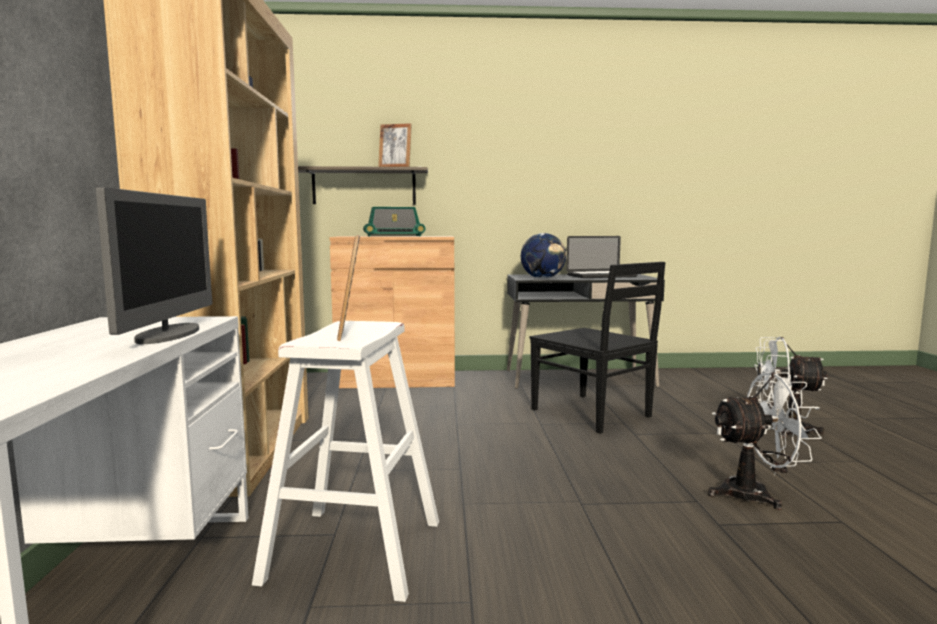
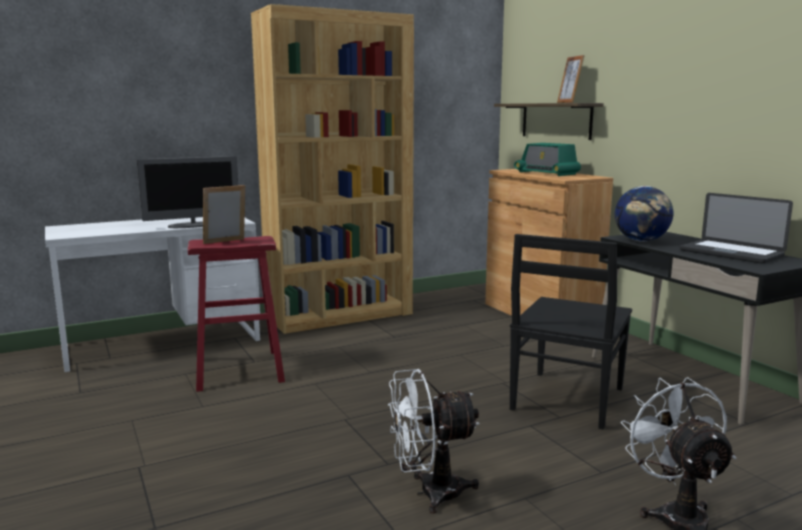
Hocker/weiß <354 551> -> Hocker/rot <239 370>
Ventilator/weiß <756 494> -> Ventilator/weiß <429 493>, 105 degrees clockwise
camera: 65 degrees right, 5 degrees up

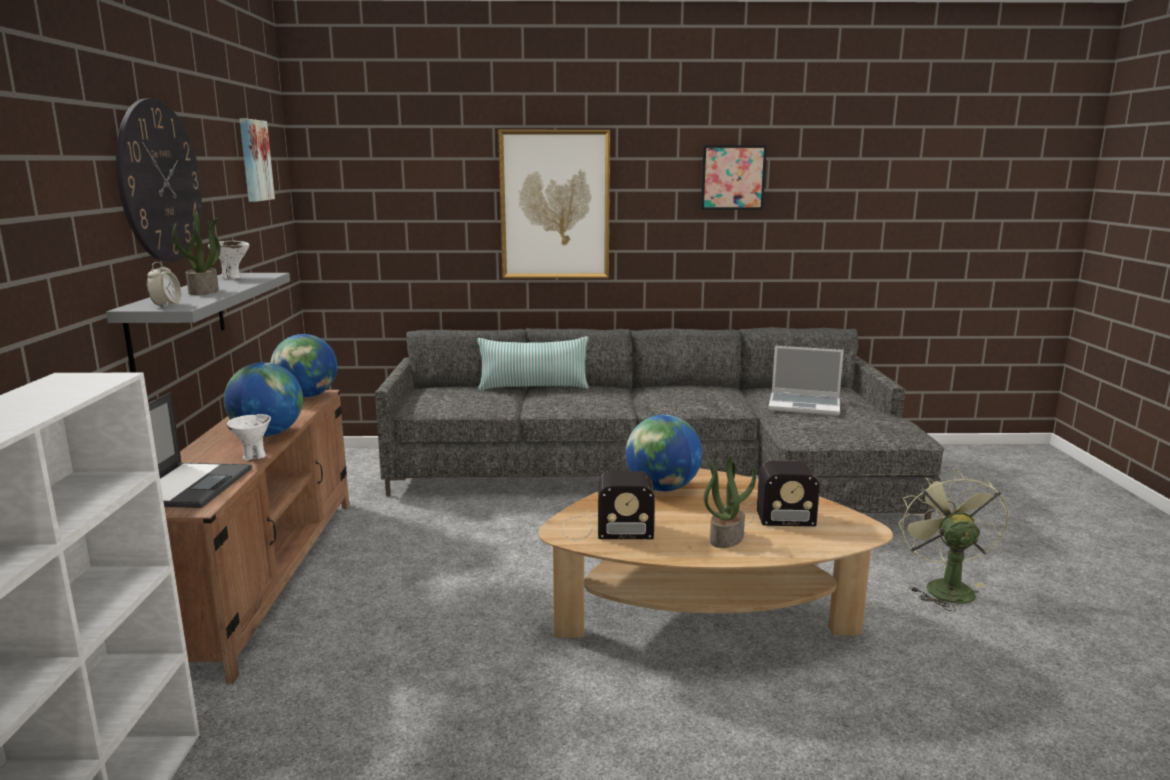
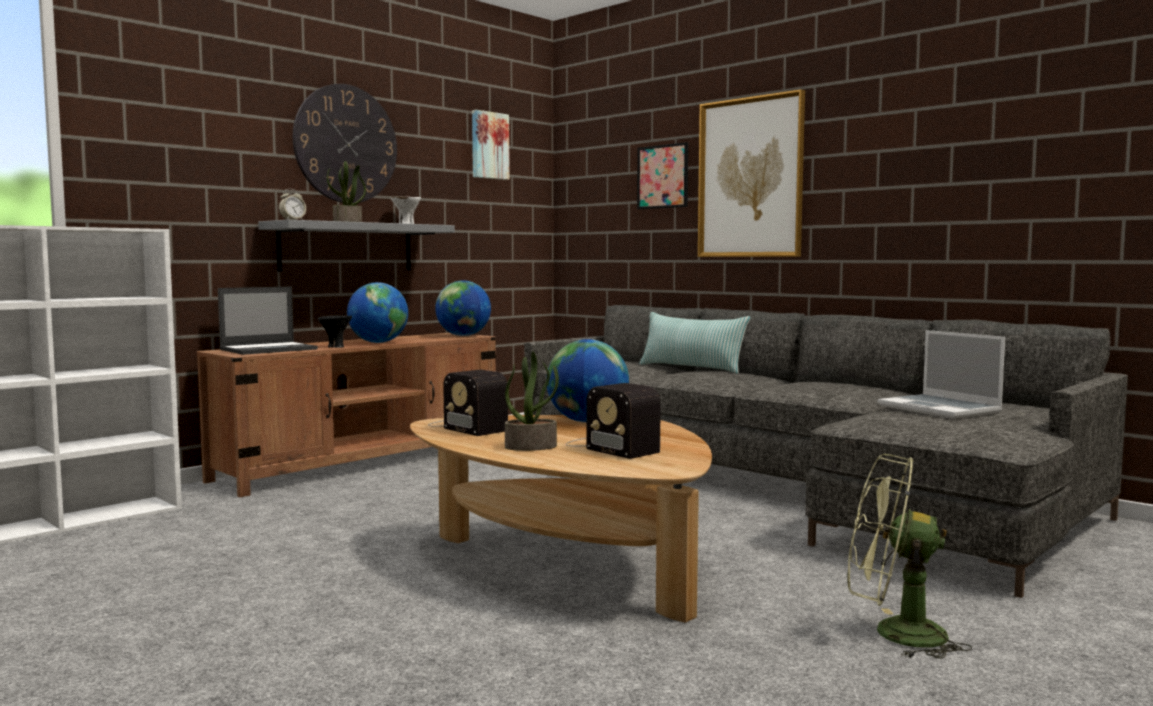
Bild <733 177> -> Bild <663 176>, moved
Schüssel/weiß <253 457> -> Schüssel/schwarz <336 347>
Ventilator/grün <944 587> -> Ventilator/grün <894 634>, 120 degrees counterclockwise
camera: 45 degrees right, 10 degrees down

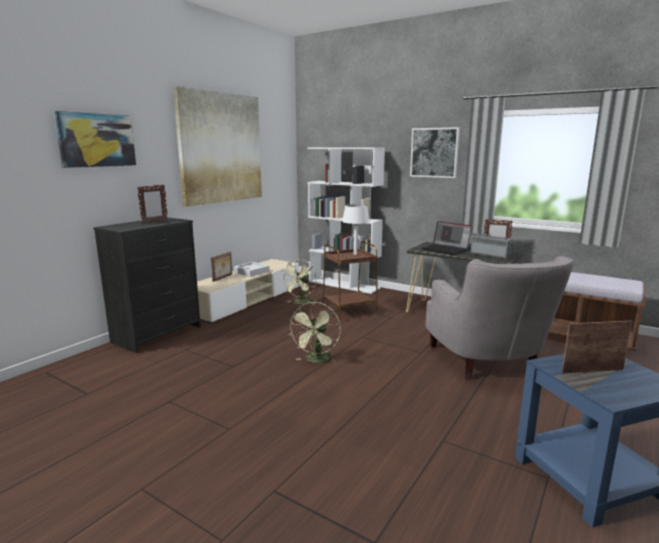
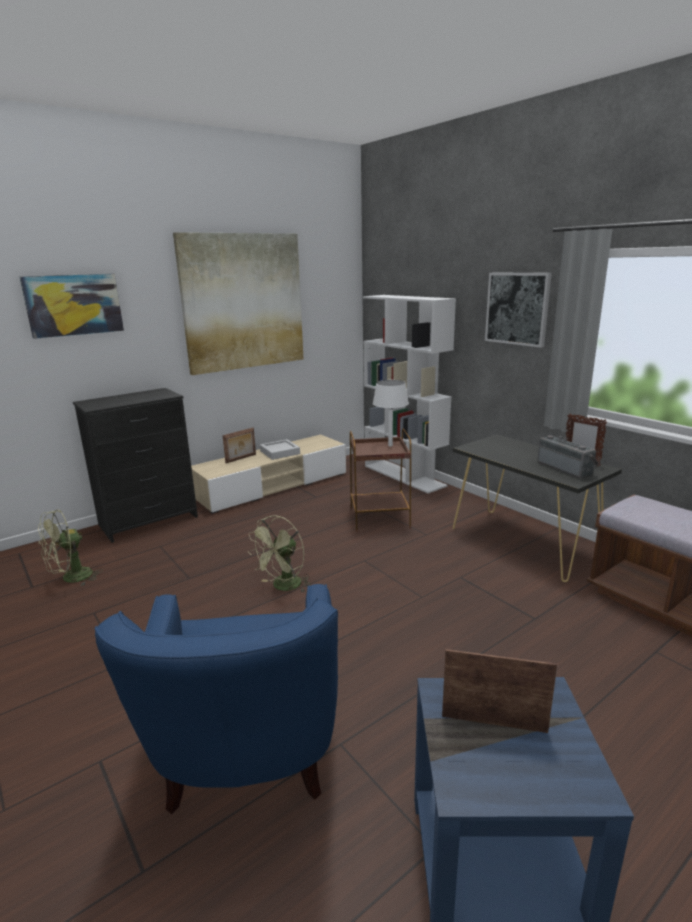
Bilderrahmen <154 222> -> none
Laptop <446 249> -> none
Sessel/grau <487 362> -> none
none -> Sessel/blau <248 754>
Ventilator/grün <301 303> -> Ventilator/grün <71 578>, moved
camera: 20 degrees right, 5 degrees up

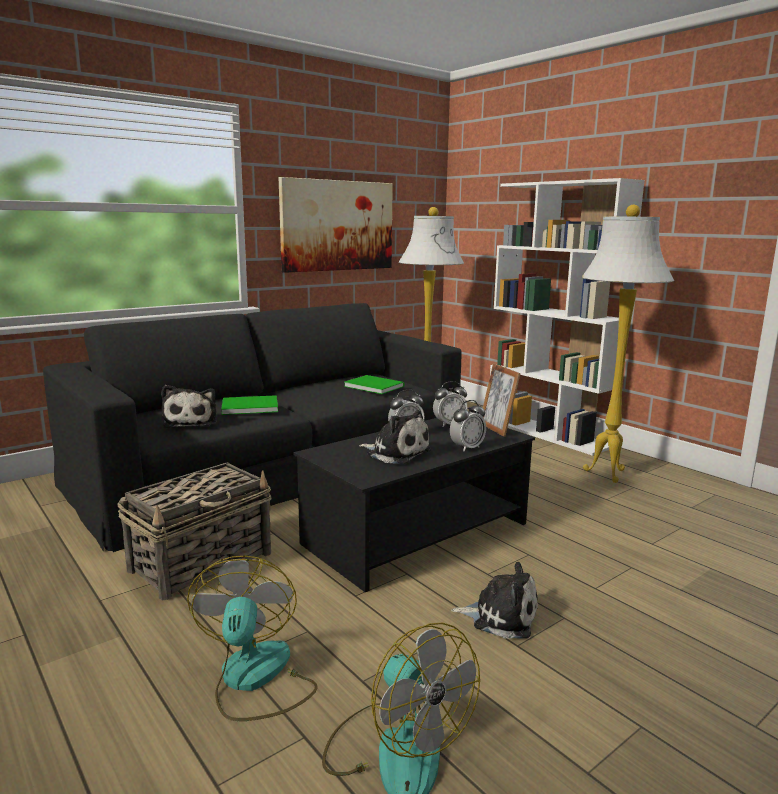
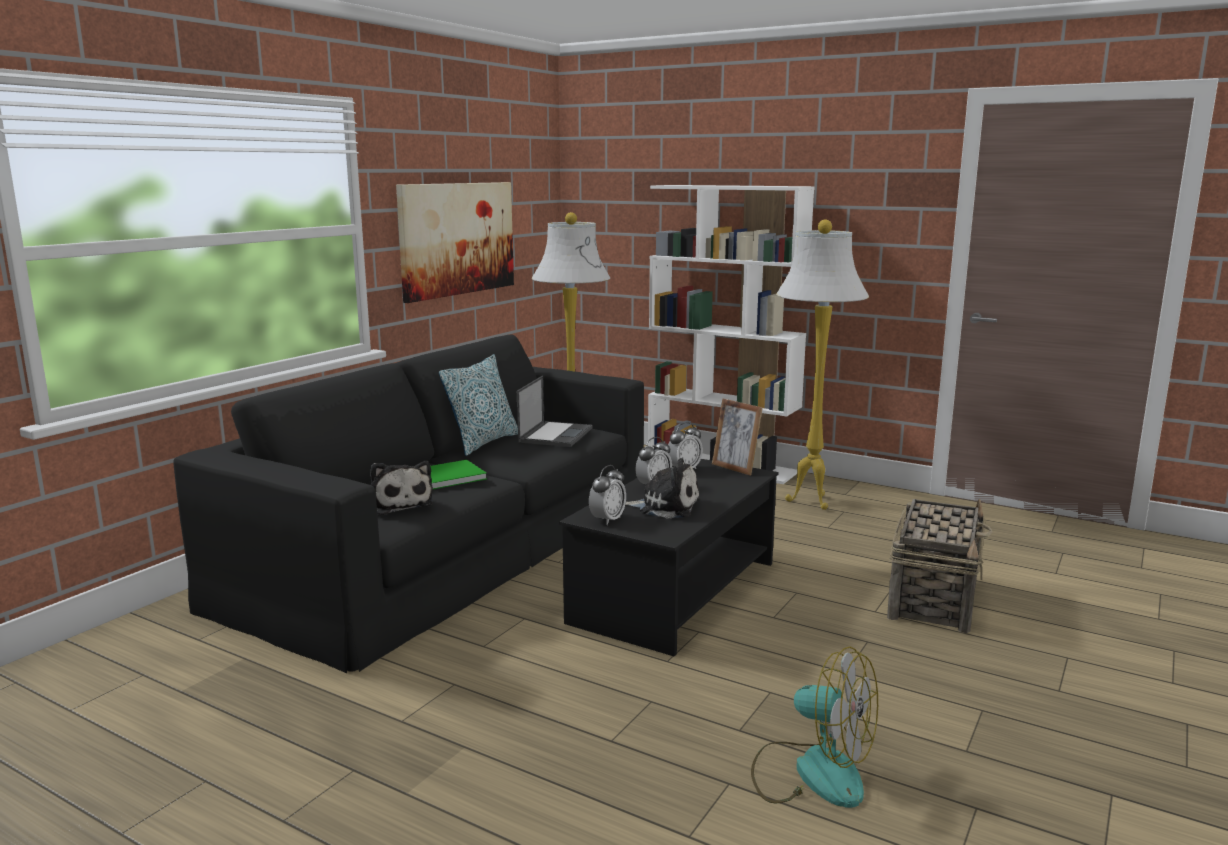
Ventilator <255 679> -> none
Plüschtier <500 616> -> none
none -> Kissen <483 442>
Korb <203 562> -> Korb <933 599>, moved
Wecker <467 448> -> Wecker <607 520>, moved
Buch/grün <373 386> -> Laptop <556 434>
camera: 20 degrees left, 0 degrees up

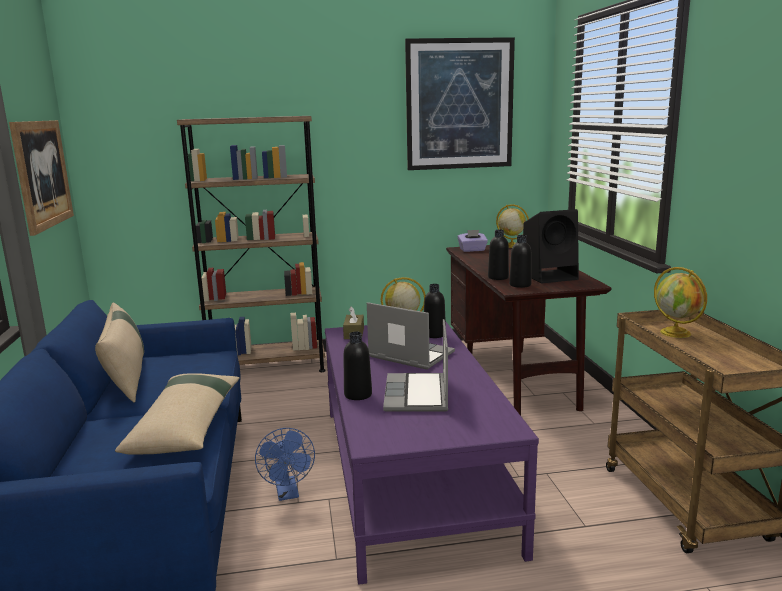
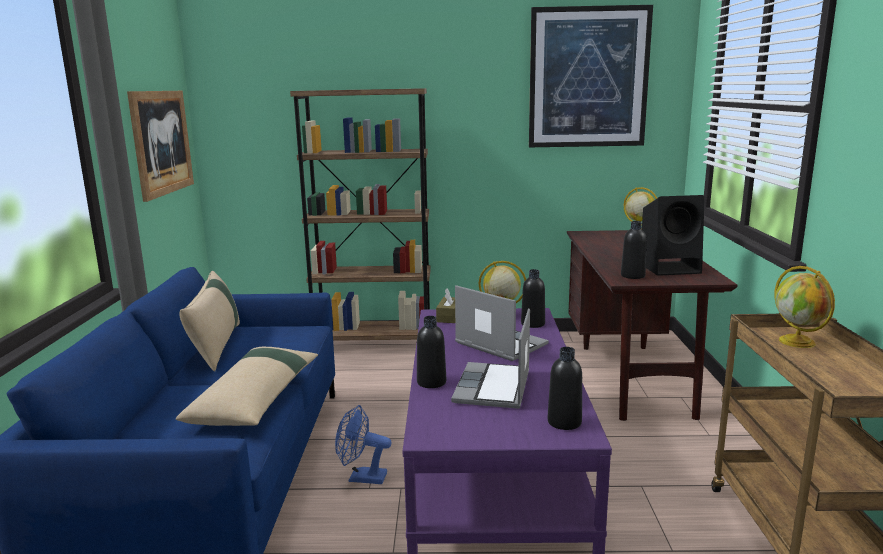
Taschentuchbox/lila <472 250> -> none
Flasche/schwarz <498 277> -> Flasche/schwarz <564 422>, moved
Ventilator/blau <288 493> -> Ventilator/blau <361 478>, 105 degrees clockwise
camera: 10 degrees right, 0 degrees up

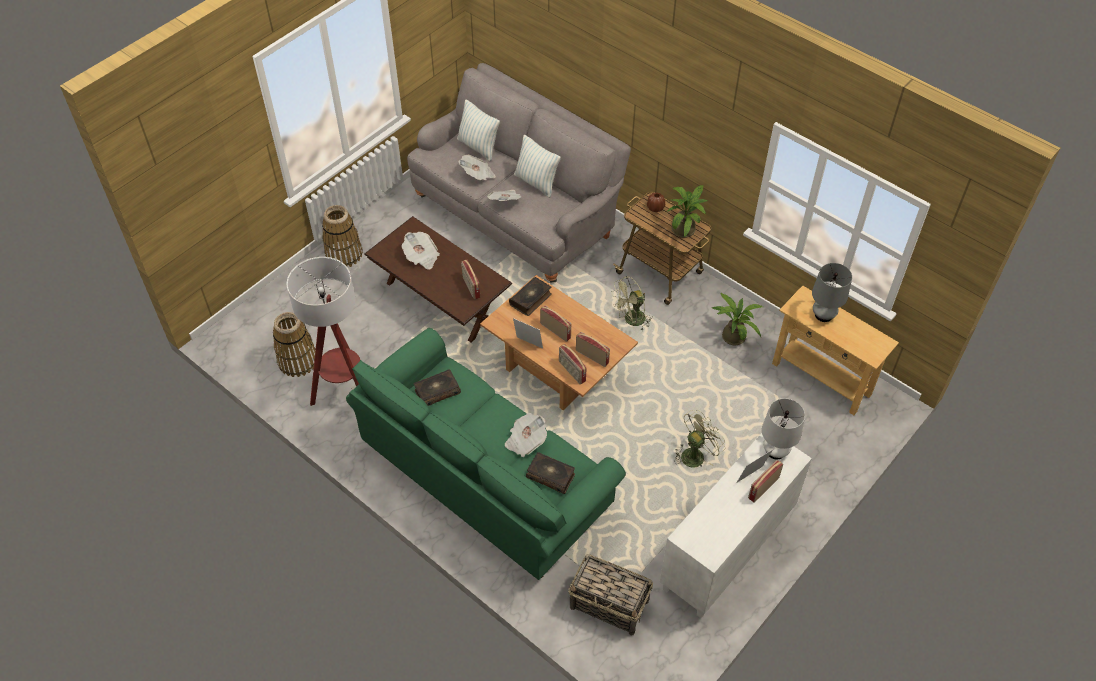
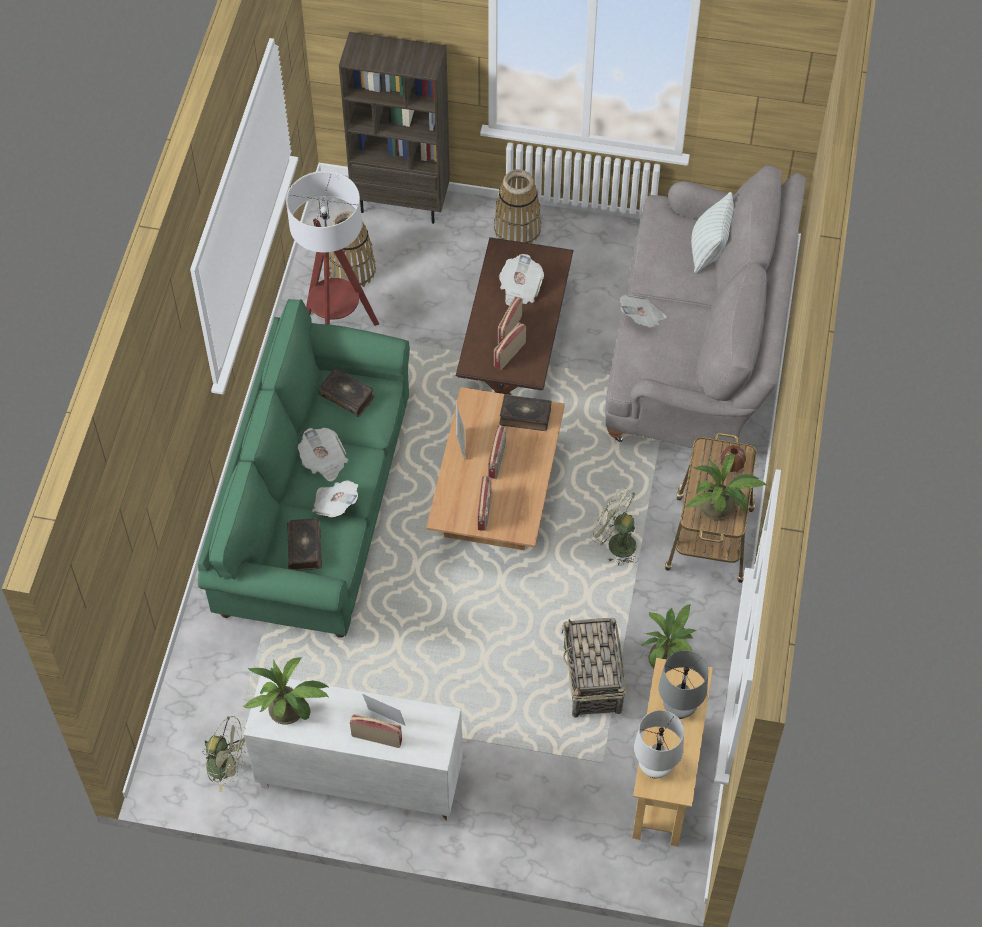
Kissen <536 182> -> none
none -> Topfpflanze <290 712>
none -> Bücherregal/braun <402 203>
Zeitung <478 175> -> Zeitung <324 461>, moved
Radio <571 372> -> Radio <509 330>, moved
Korb <610 604> -> Korb <592 680>, moved
Ventilator/grün <695 454> -> Ventilator/grün <228 767>, moved
Tischlampe/weiß <775 451> -> Tischlampe/weiß <655 767>, moved
camera: 60 degrees right, 5 degrees up

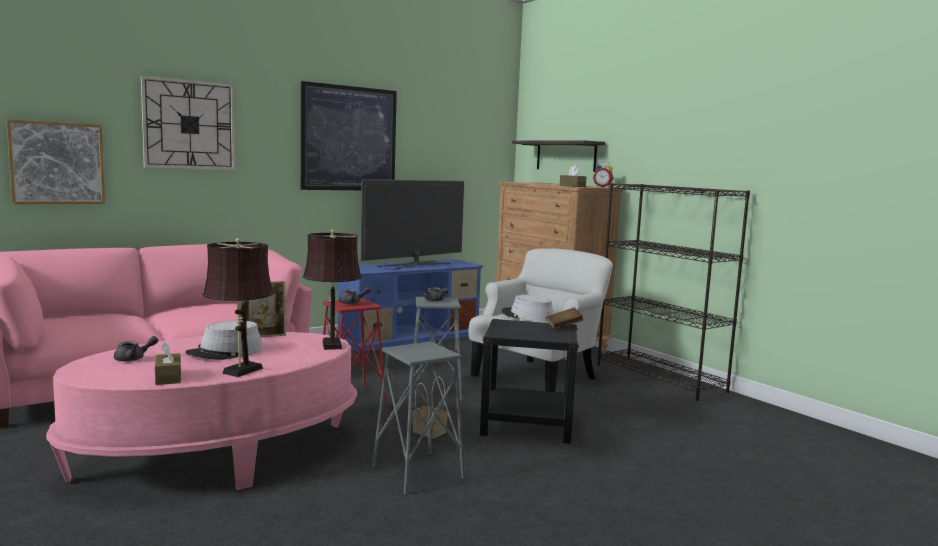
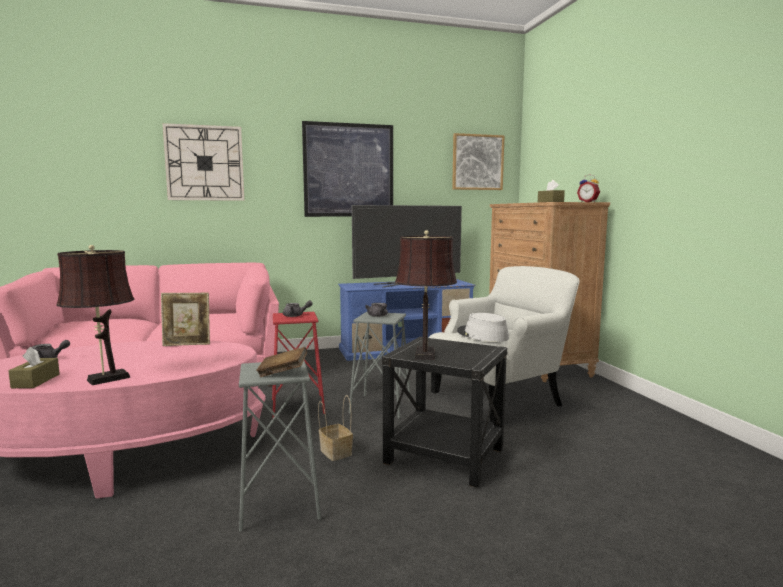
Hut/grau <225 352> -> none
Wandregal <566 156> -> none
Bücherregal/schwarz <660 378> -> none
Bild <57 163> -> Bild <477 162>, moved
Tischlampe/braun <332 344> -> Tischlampe/braun <425 354>, moved
Buch/braun <564 326> -> Buch/braun <283 373>, moved
camera: 20 degrees right, 0 degrees up

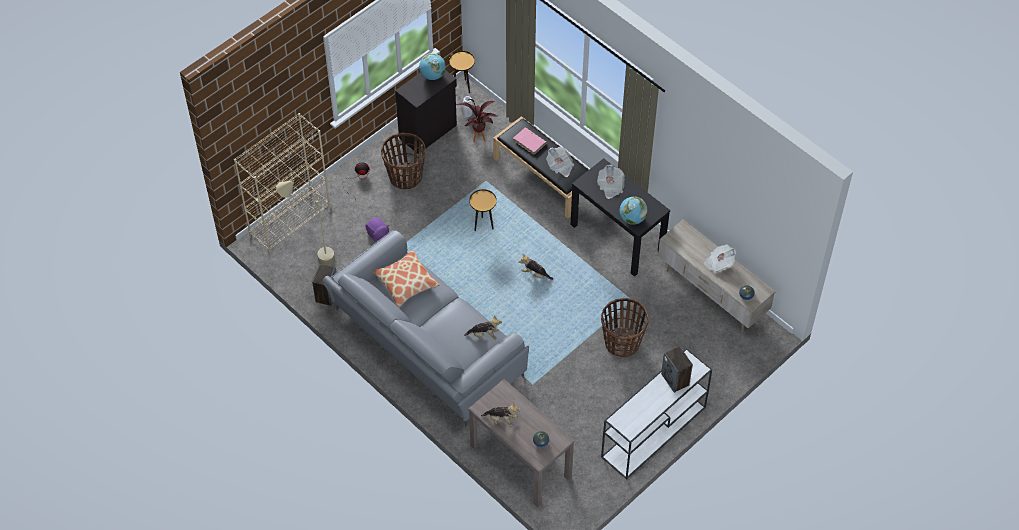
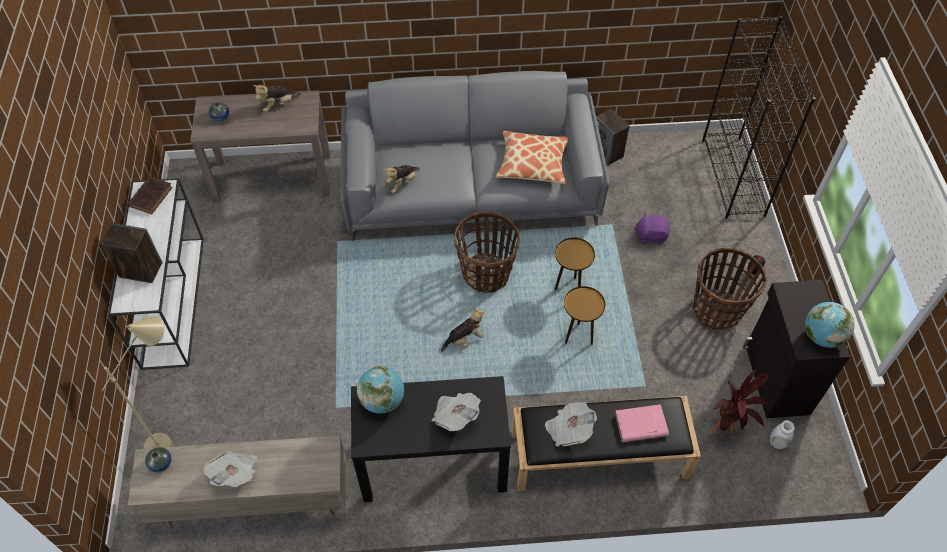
none -> Buch/braun <151 196>
Stehlampe/beige <312 259> -> Stehlampe/beige <180 437>, moved
Beistelltisch/braun <462 87> -> Beistelltisch/braun <569 288>, moved
Korb <622 342> -> Korb <486 274>, moved
Bücherregal/beige <290 220> -> Bücherregal/schwarz <733 177>
camera: 130 degrees right, 0 degrees up

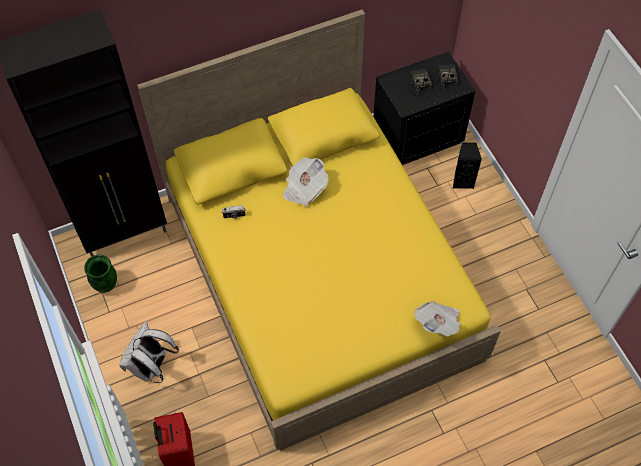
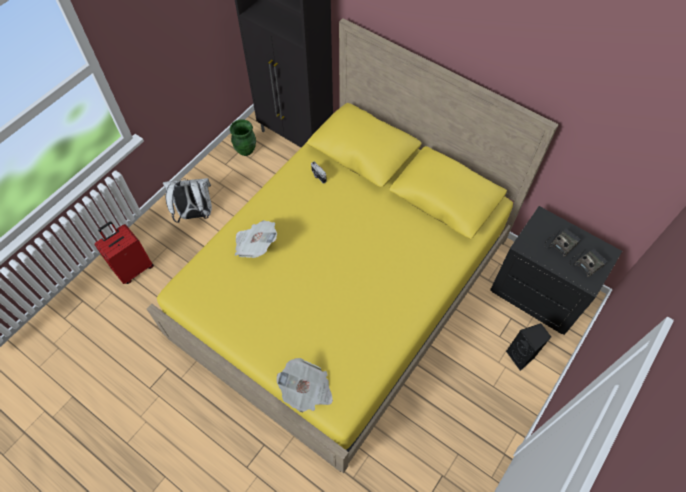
Zeitung <304 188> -> Zeitung <255 245>, moved
camera: 60 degrees right, 0 degrees up

